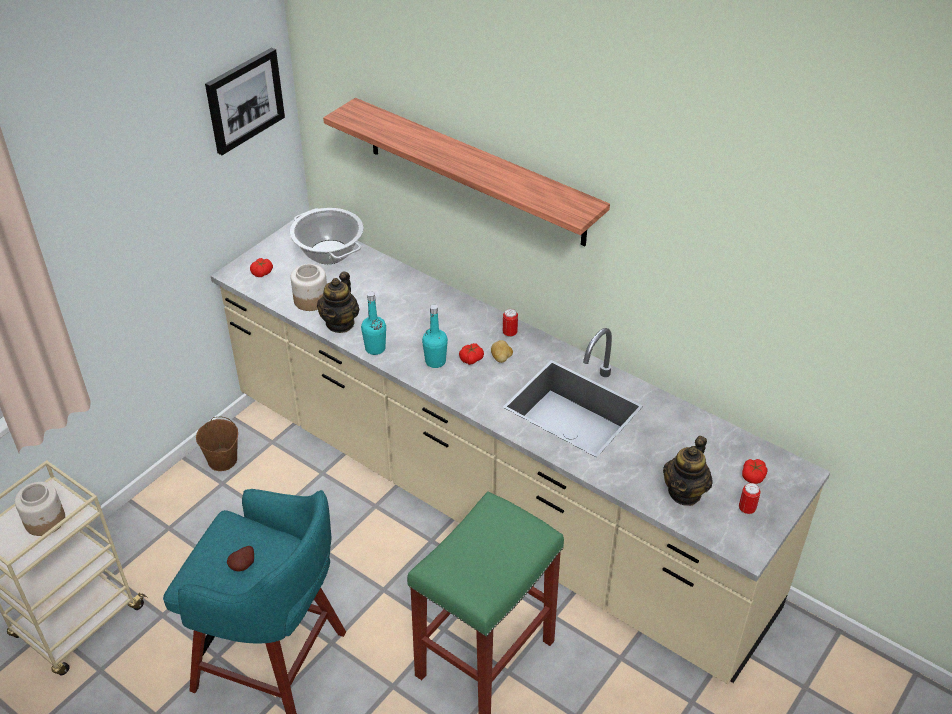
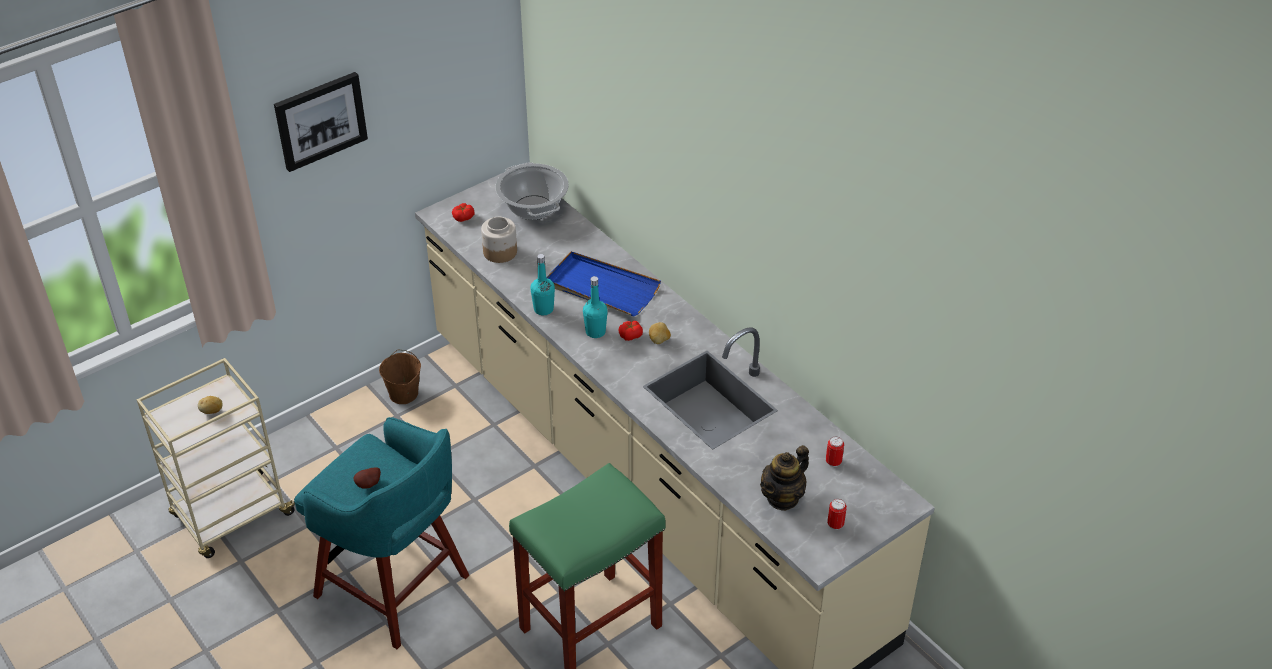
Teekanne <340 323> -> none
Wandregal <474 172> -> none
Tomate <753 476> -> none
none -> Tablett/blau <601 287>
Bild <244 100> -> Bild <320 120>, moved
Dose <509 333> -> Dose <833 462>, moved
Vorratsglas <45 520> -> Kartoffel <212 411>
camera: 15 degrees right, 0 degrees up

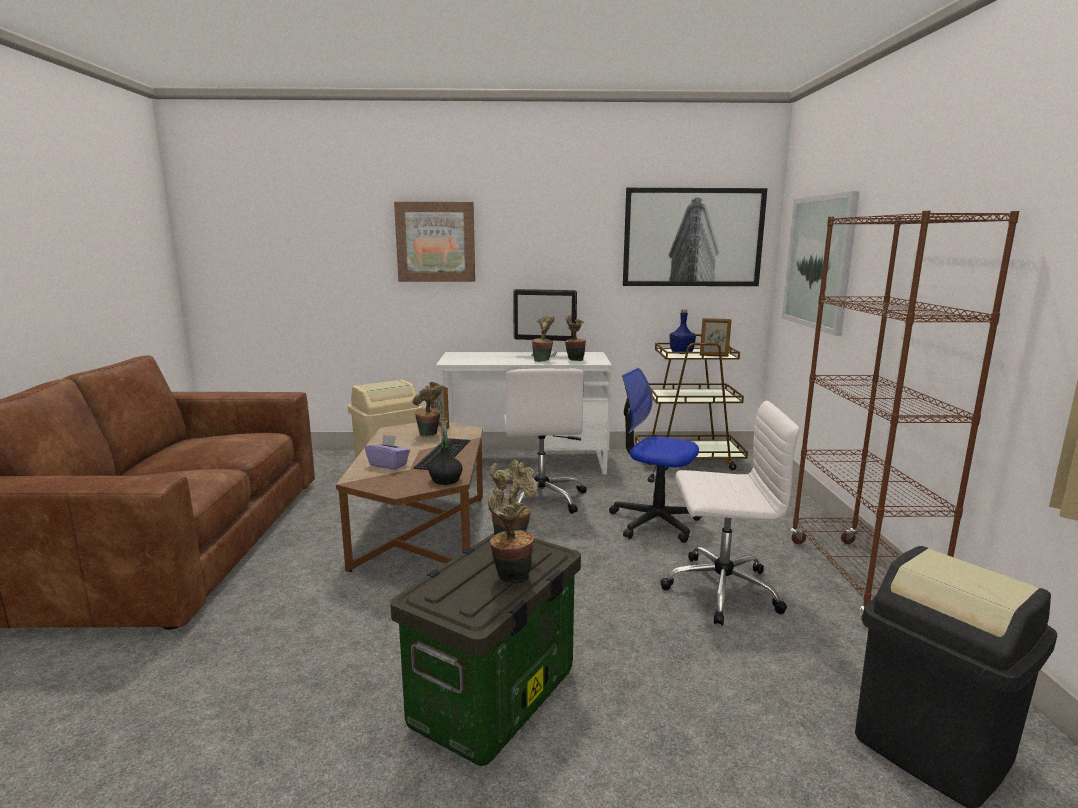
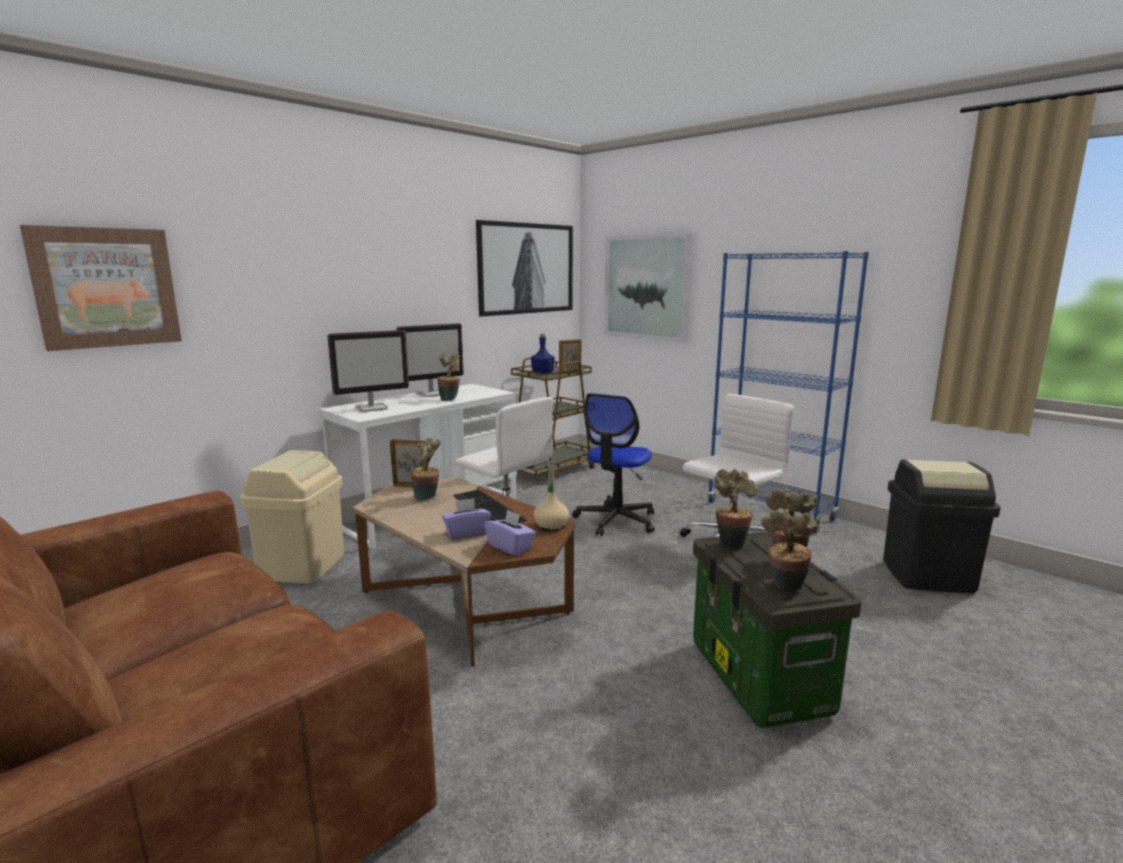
none -> Monitor <372 408>
none -> Taschentuchbox/lila <510 547>
Bild <435 242> -> Bild <106 287>, moved
Topfpflanze <574 360> -> Topfpflanze <785 587>, moved
Flasche/schwarz <445 480> -> Flasche/beige <551 526>
Bücherregal/braun <857 580> -> Bücherregal/blau <770 511>
Bürostuhl <655 522> -> Bürostuhl <616 520>, 45 degrees counterclockwise
camera: 45 degrees left, 0 degrees up

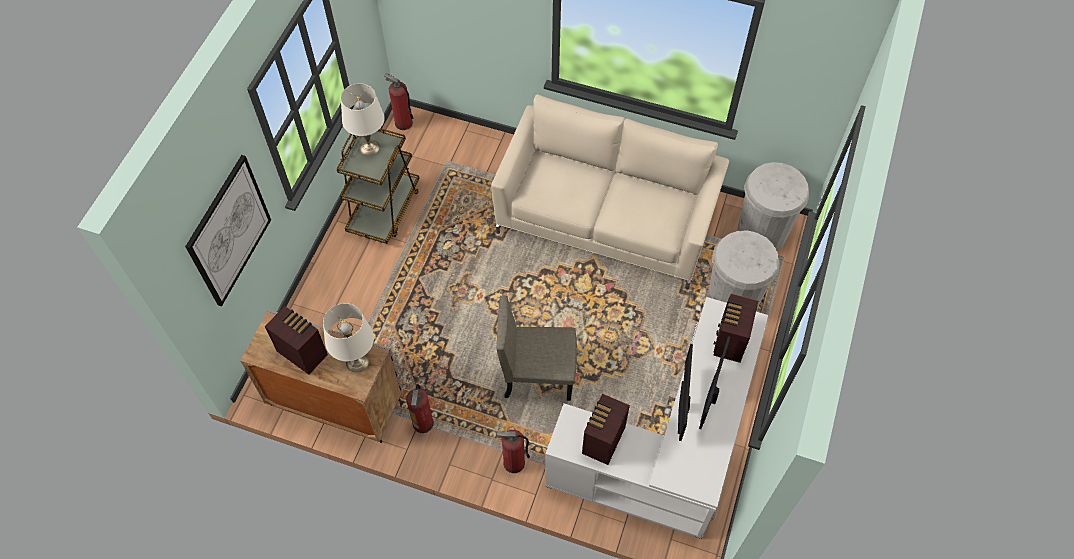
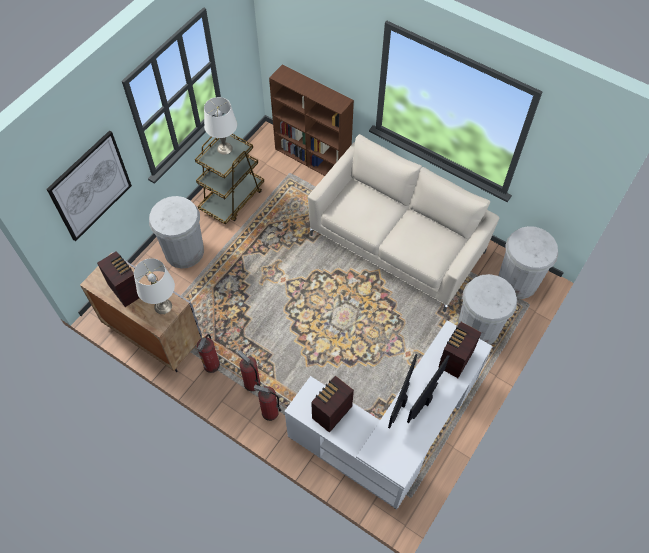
Stuhl/beige <538 374> -> none
none -> Mülleimer/weiß <184 251>
none -> Bücherregal/braun <313 159>
Feuerlöscher <403 123> -> Feuerlöscher <252 383>, moved
camera: 15 degrees right, 0 degrees up

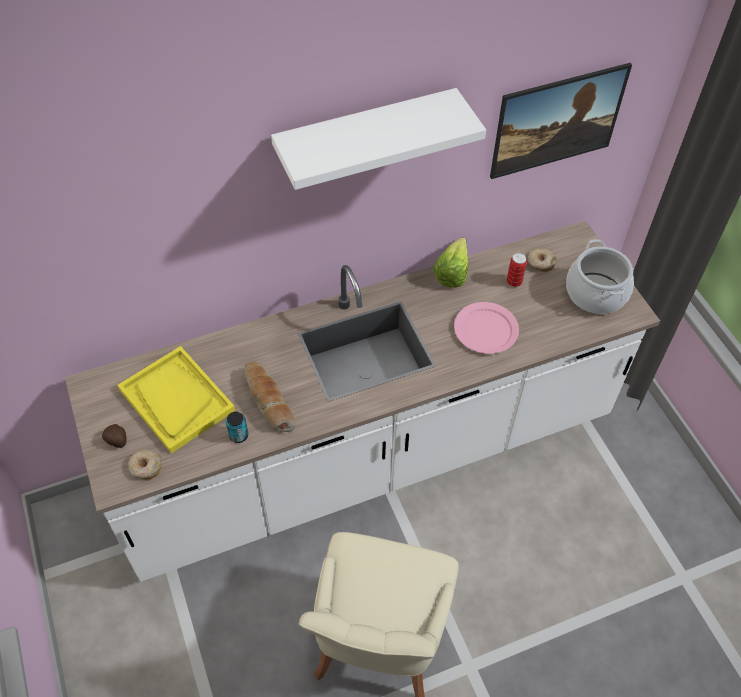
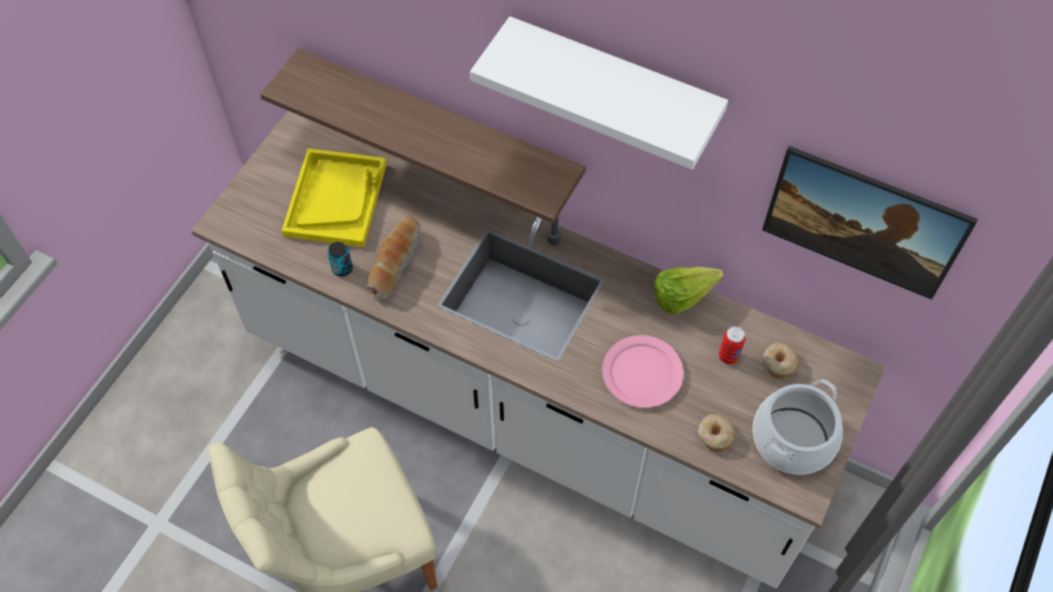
Kartoffel <117 441> -> none
none -> Wandregal <439 128>
Donut <146 467> -> Donut <715 435>, moved
camera: 50 degrees right, 5 degrees up

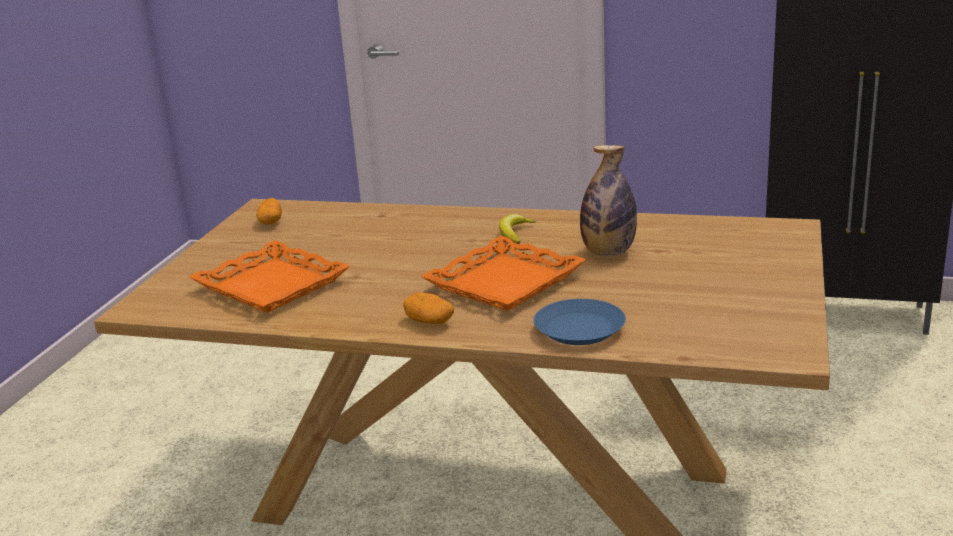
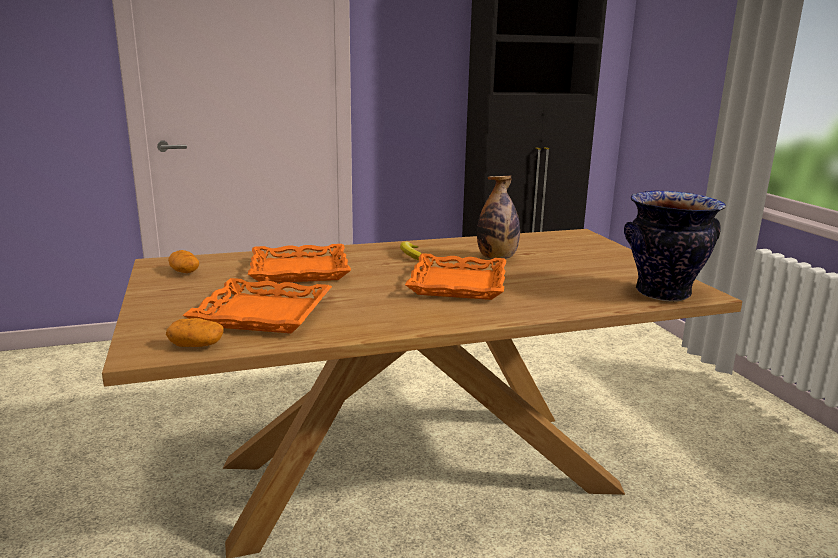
Teller/blau <580 330> -> none
none -> Tablett/orange <299 271>
none -> Vase <663 294>
Kartoffel <429 322> -> Kartoffel <196 346>, moved
camera: 35 degrees left, 5 degrees down

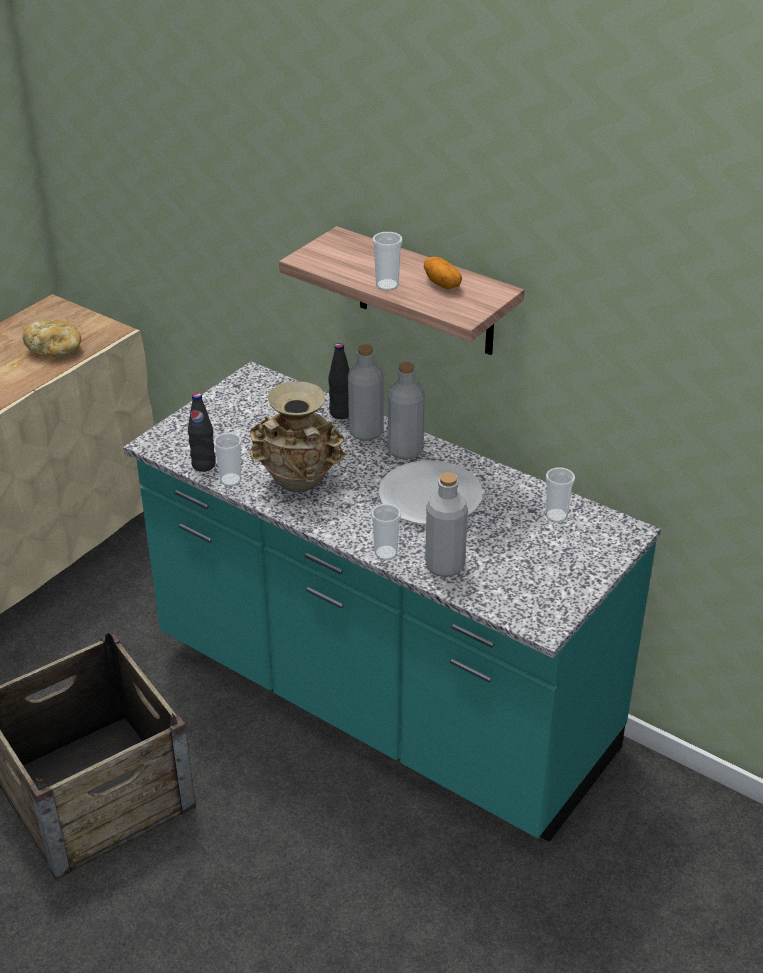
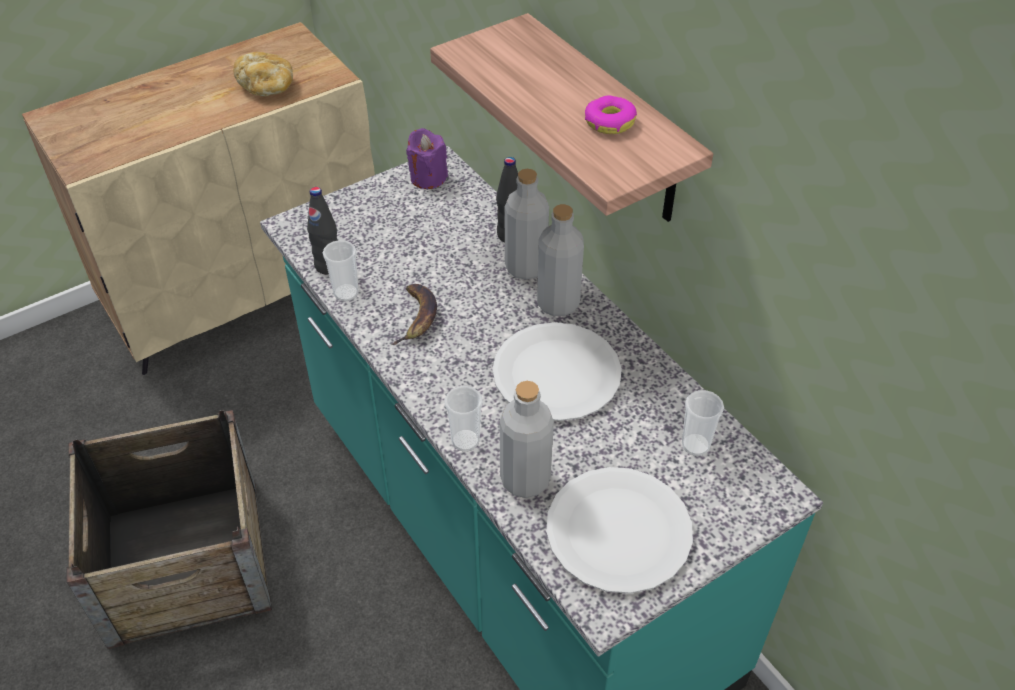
Tasse <387 285> -> none
none -> Kerze/lila <428 178>
none -> Teller/weiß <619 531>
Vase/beige <299 484> -> Banane <417 317>
Kartoffel <442 283> -> Donut <609 122>
camera: 20 degrees right, 10 degrees up

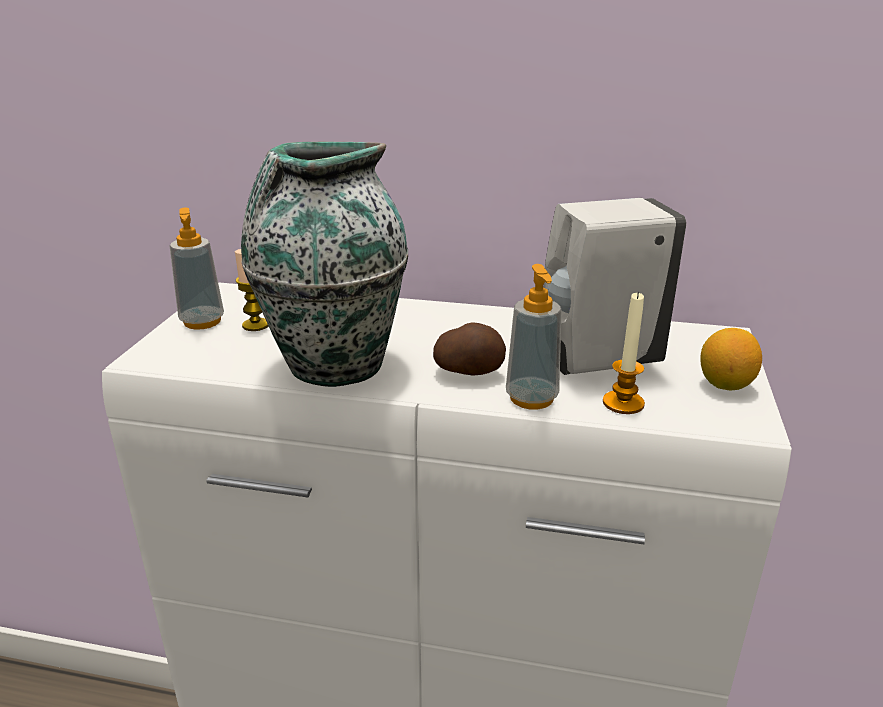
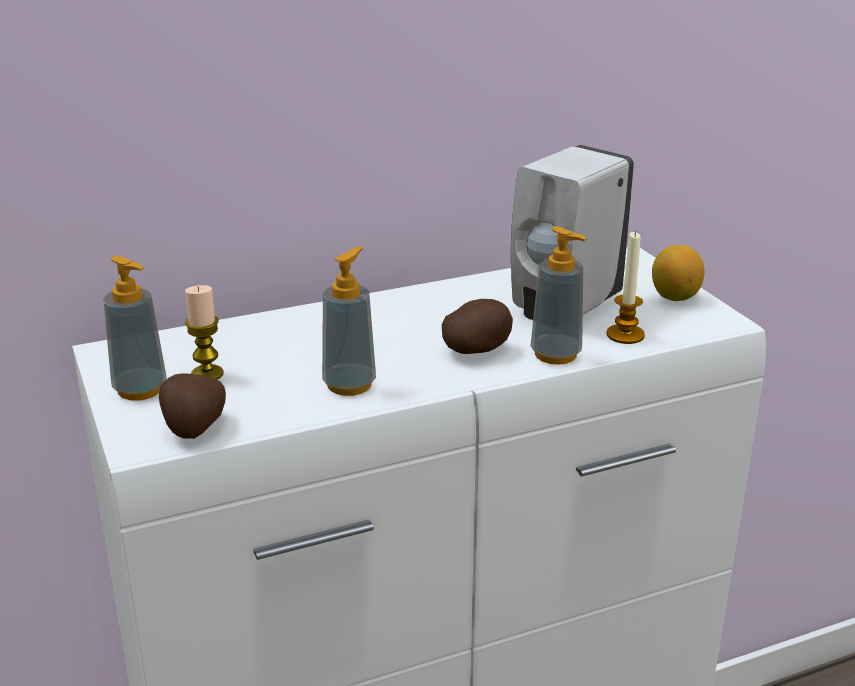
none -> Kartoffel <193 428>
Vase <333 365> -> Seifenspender <349 385>
camera: 35 degrees left, 0 degrees up

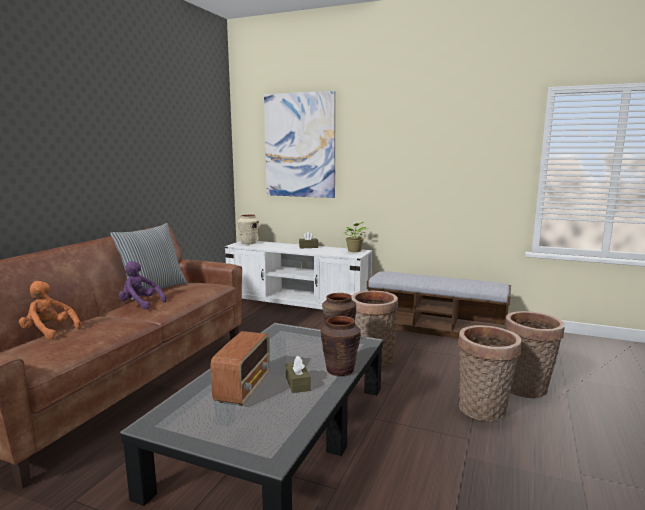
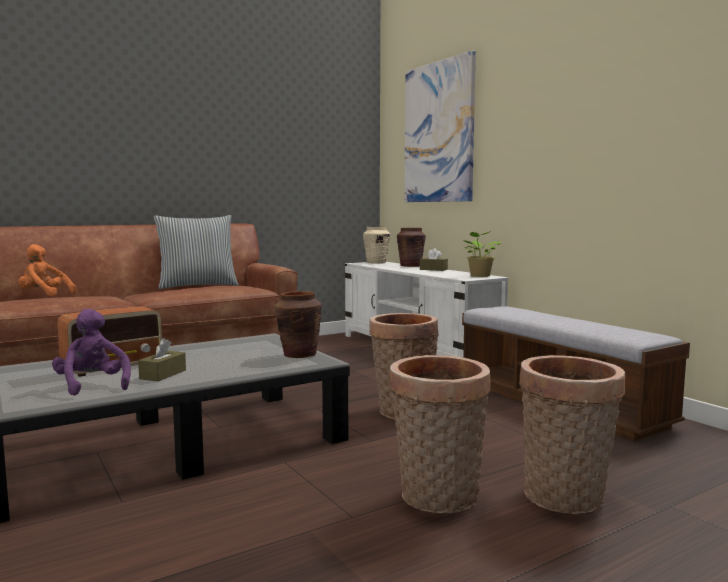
Plüschtier/lila <140 304> -> Plüschtier/lila <93 385>, moved
Vase/braun <340 370> -> Vase/braun <410 266>, moved
Plüschtier/orange <49 331> -> Plüschtier/orange <44 295>, 45 degrees counterclockwise
camera: 35 degrees right, 5 degrees down

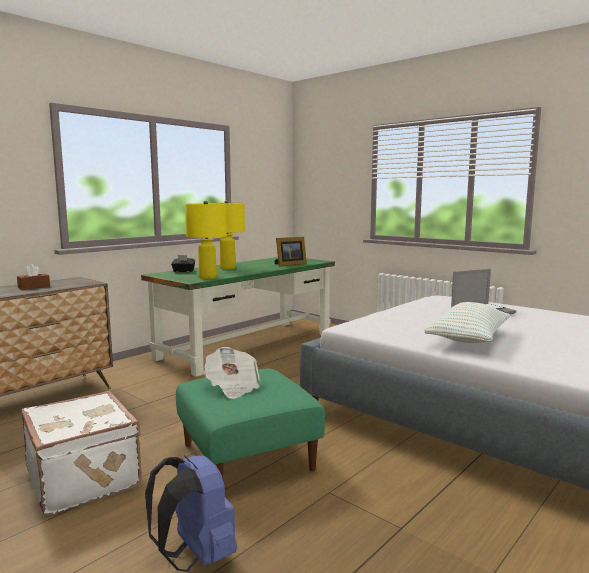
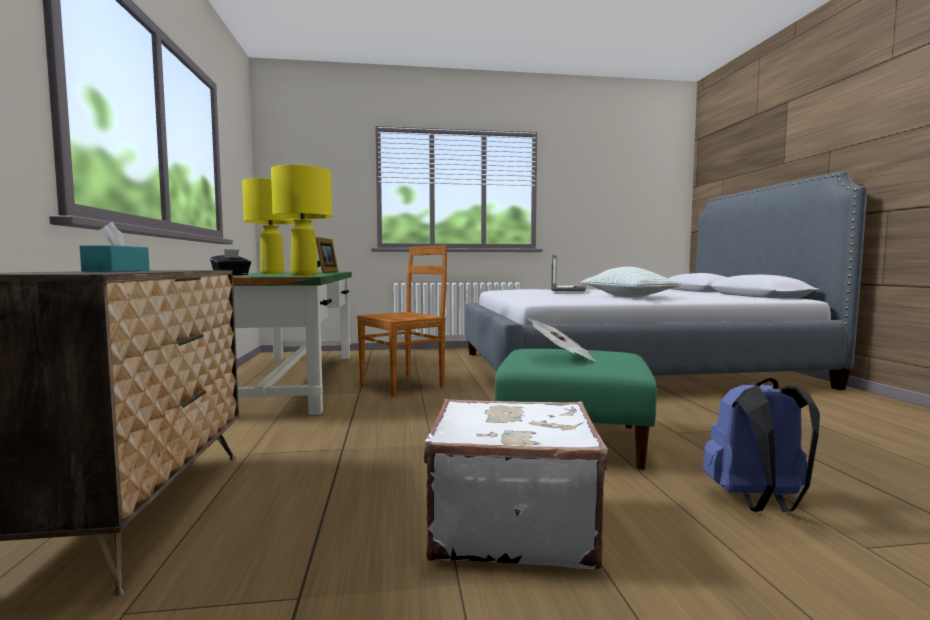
none -> Stuhl/braun <404 384>
Taschentuchbox/braun <34 287> -> Taschentuchbox/türkis <117 271>
camera: 50 degrees left, 5 degrees down

